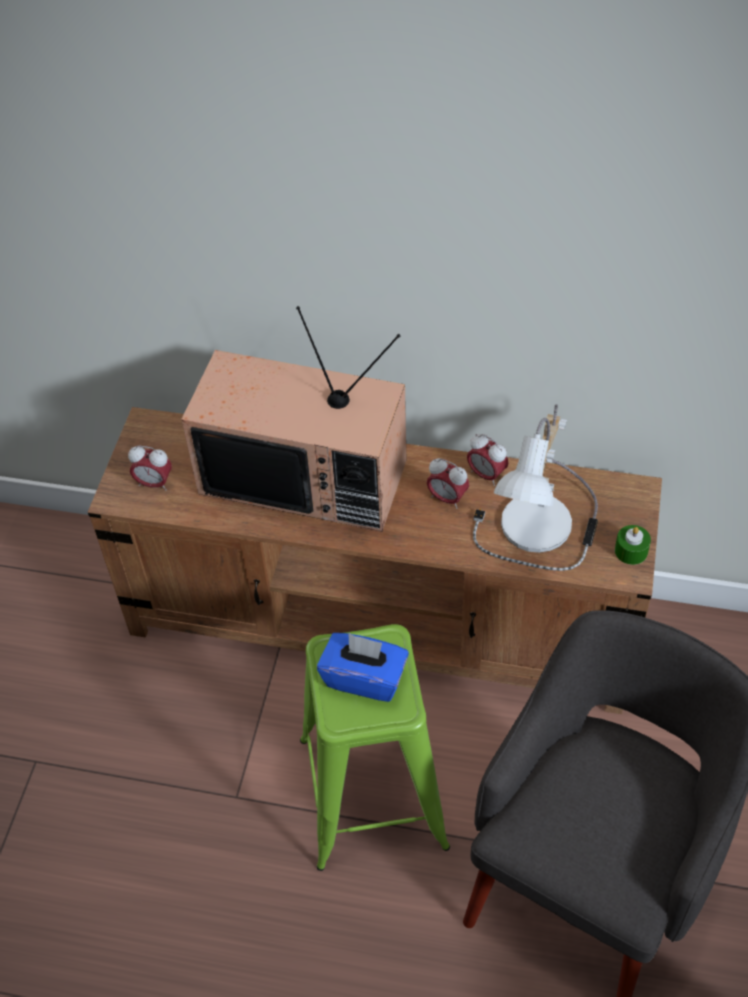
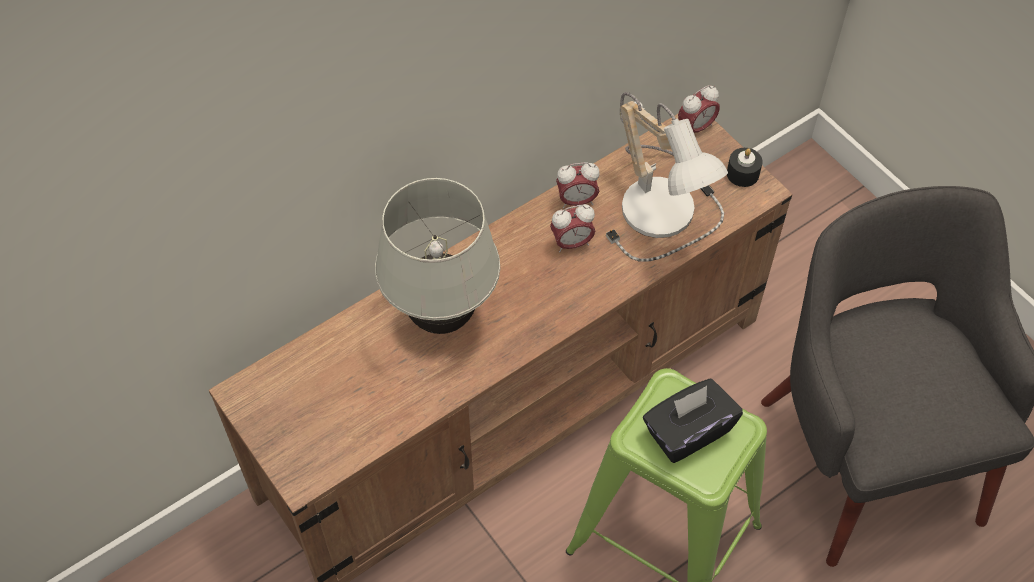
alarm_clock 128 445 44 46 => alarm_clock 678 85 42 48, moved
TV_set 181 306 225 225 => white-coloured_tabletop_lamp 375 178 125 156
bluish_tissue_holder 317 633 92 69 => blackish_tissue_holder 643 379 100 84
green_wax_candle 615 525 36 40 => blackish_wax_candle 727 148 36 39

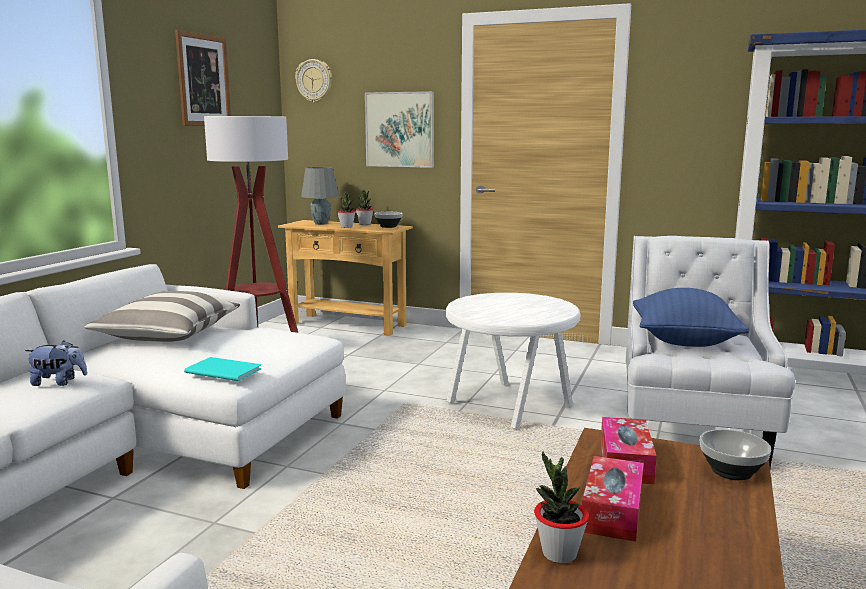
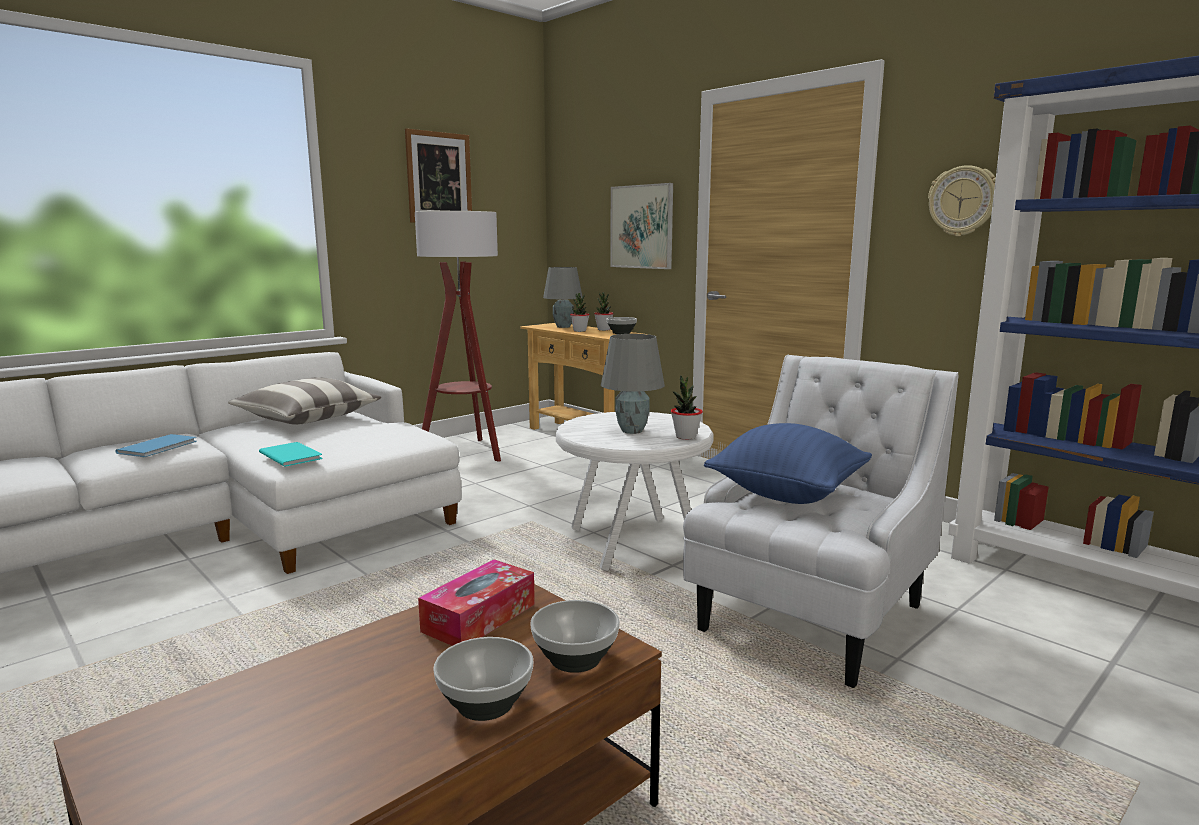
cuddly_toy 25 340 62 46 => bluish_volume 115 434 82 23
wall_clock 295 59 37 44 => wall_clock 928 165 68 71, moved
potted_plant 534 451 55 112 => potted_plant 671 375 32 65, moved
tissue_holder 582 456 62 86 => nothing
nothing => serving_bowl 433 637 100 84
nothing => gray_tabletop_lamp 601 334 64 100

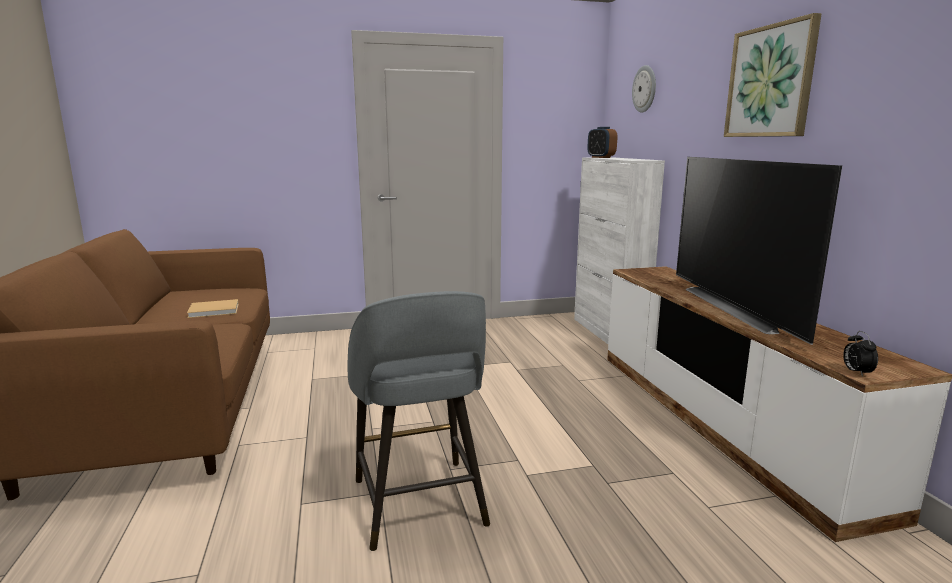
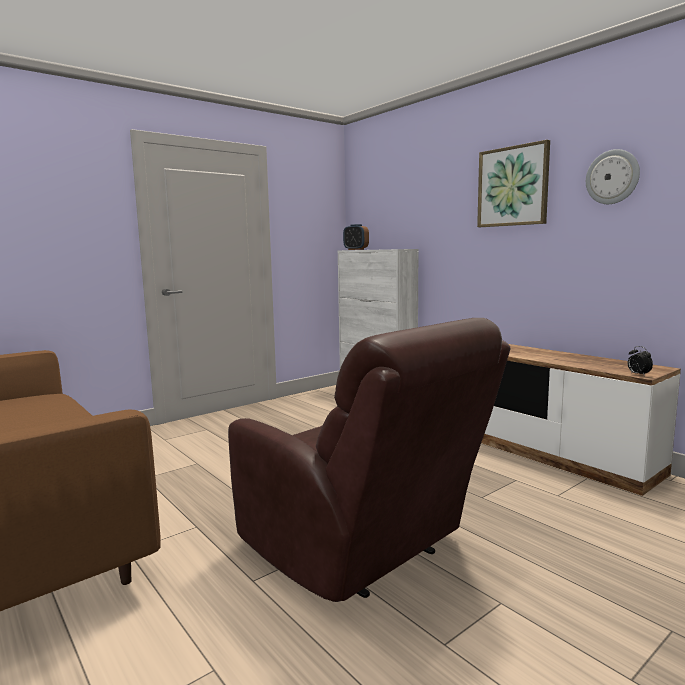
sand-coloured_volume 187 299 52 19 => nothing
gray_sitting_stool 348 291 142 260 => brown_armchair 228 318 283 284
wall_clock 632 65 24 48 => wall_clock 586 149 54 55, moved
TV_set 676 157 166 188 => nothing

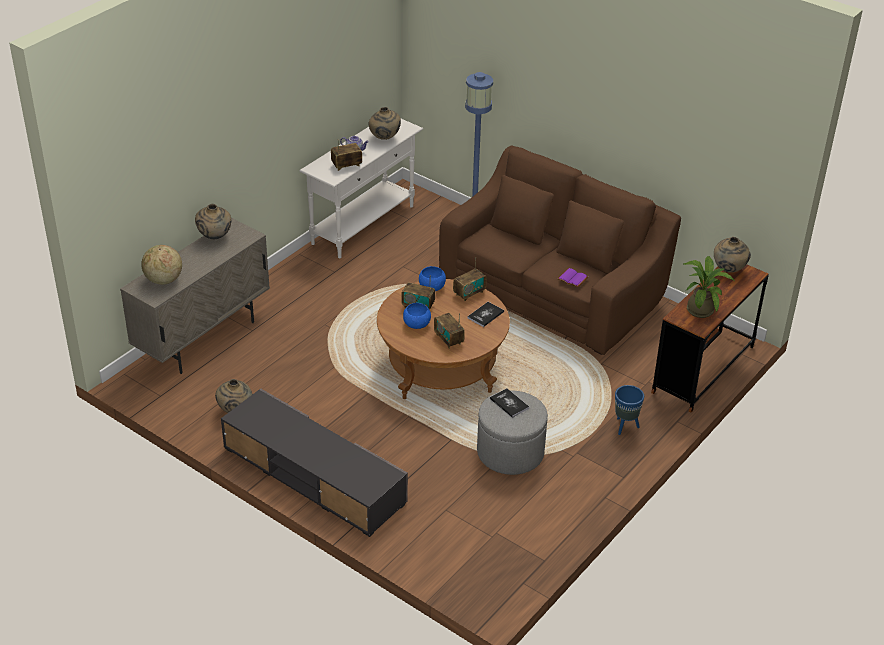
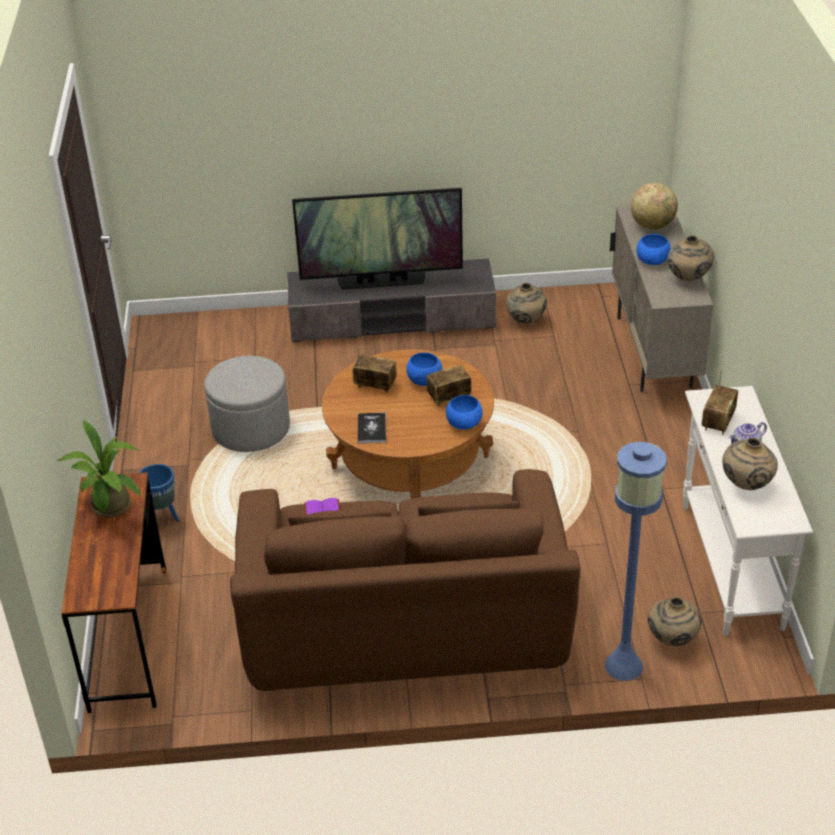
radio_receiver 453 257 34 45 => nothing
volume 490 388 39 30 => nothing
sand-coloured_flower_vase 714 237 37 36 => sand-coloured_flower_vase 648 597 54 49, moved
nothing => TV_set 292 188 171 102
nothing => bluish_serving_bowl 637 234 34 31

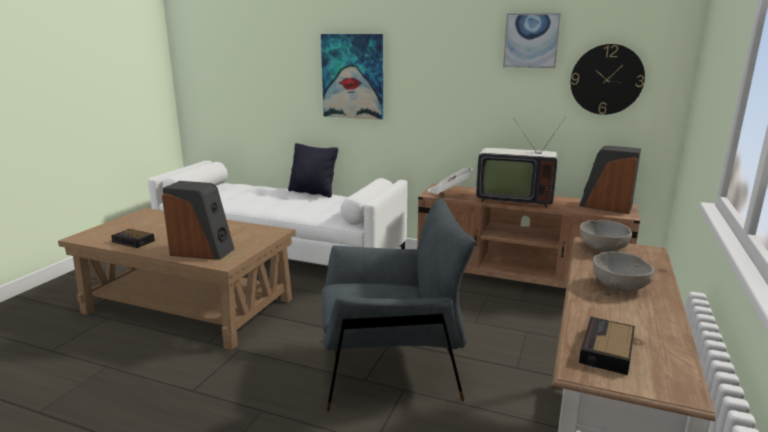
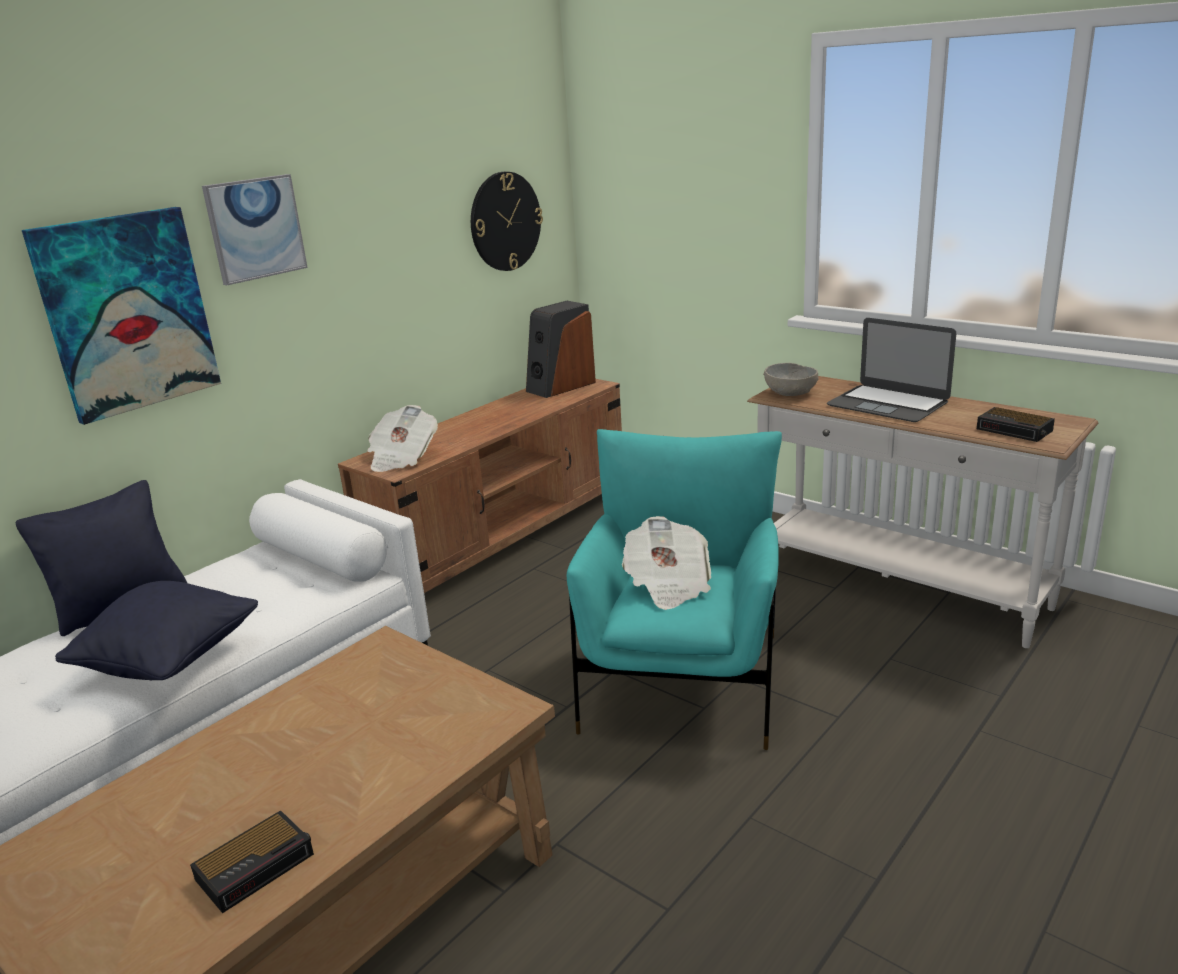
audio_speaker 162 181 72 79 => nothing
gray_armchair 322 198 154 213 => turquoise_armchair 567 429 215 321
TV_set 476 116 90 92 => nothing
picture 503 13 58 55 => picture 202 174 106 111, moved
gray_serving_bowl 593 252 61 40 => portable_computer 827 318 129 104
nothing => blackish_throw_pillow 55 581 203 99
nothing => daily_paper 622 516 89 94

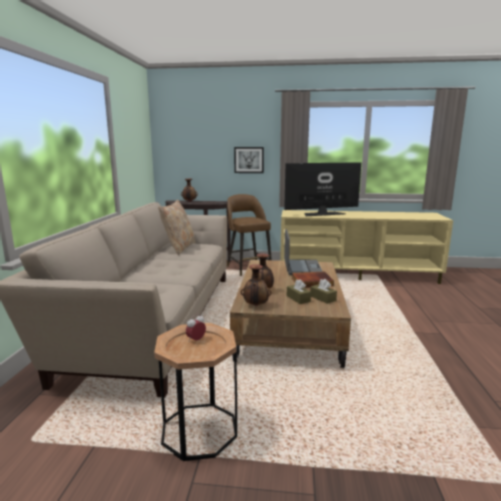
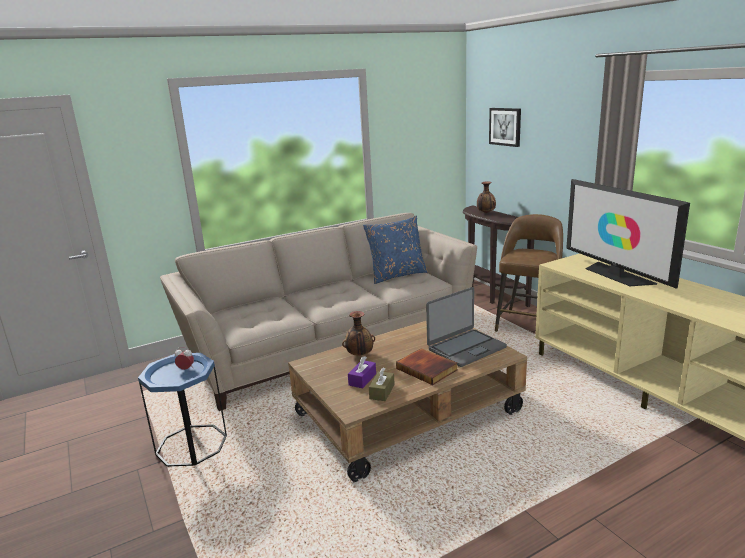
brown_accent_table 154 323 83 138 => bluish_accent_table 138 353 89 114
sand-coloured_throw_pillow 158 200 38 55 => bluish_throw_pillow 363 216 65 68
picture 234 147 30 26 => picture 489 108 32 39, moved
flower_vase 241 264 30 42 => nothing
TV_set 284 162 77 54 => TV_set 566 179 124 110, 150 degrees counterclockwise
brown_tissue_holder 287 279 24 25 => purple-coloured_tissue_holder 348 356 28 33

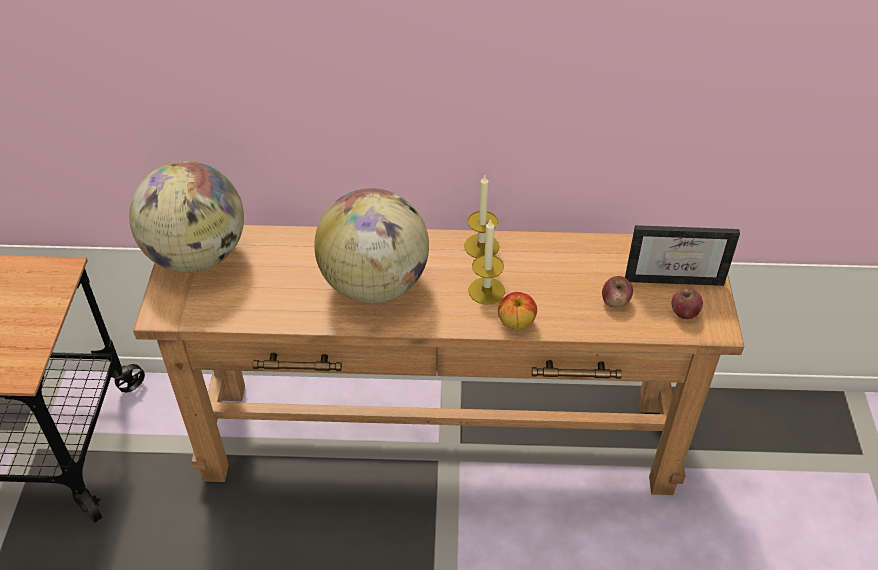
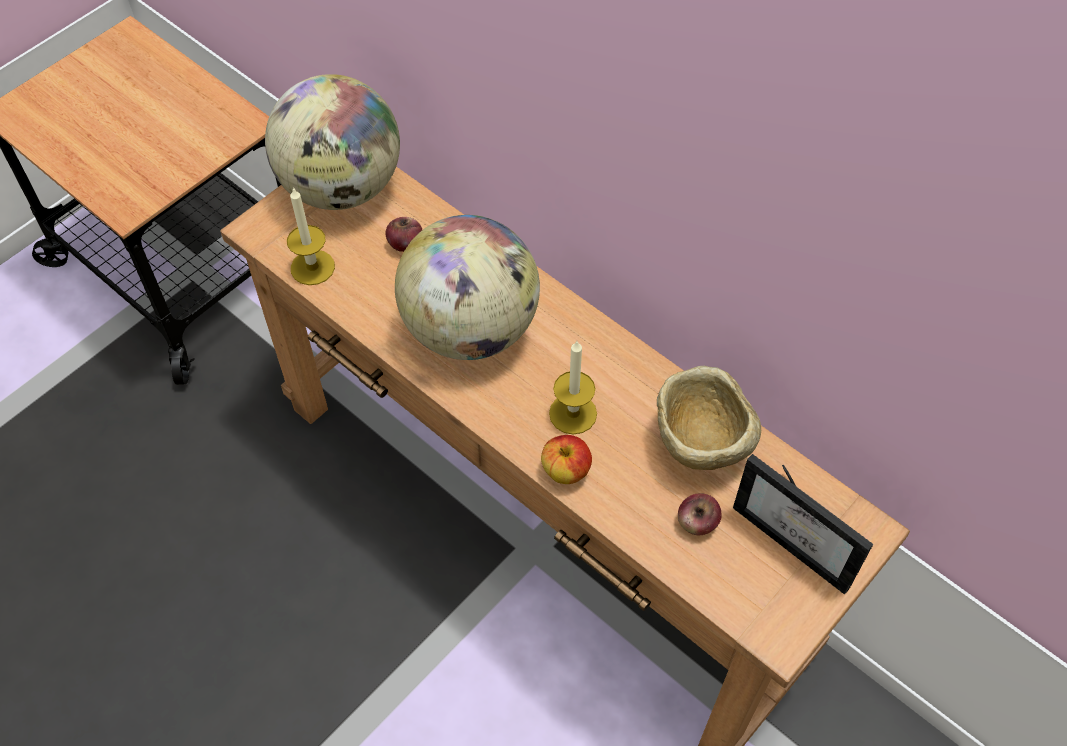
wax_candle 464 175 35 83 => wax_candle 287 187 48 98, moved
apple 672 289 31 30 => apple 386 217 36 35, moved
nothing => sand-coloured_serving_bowl 657 366 104 104

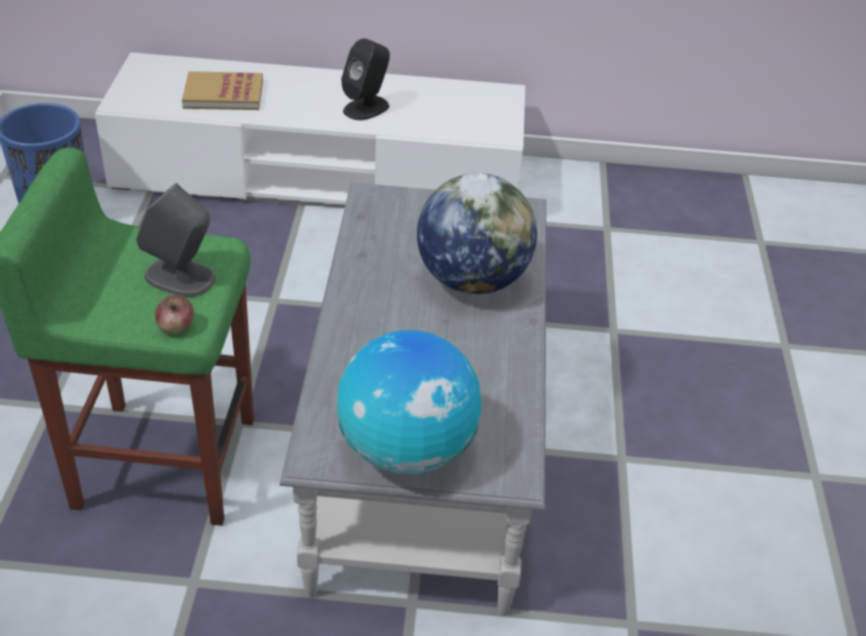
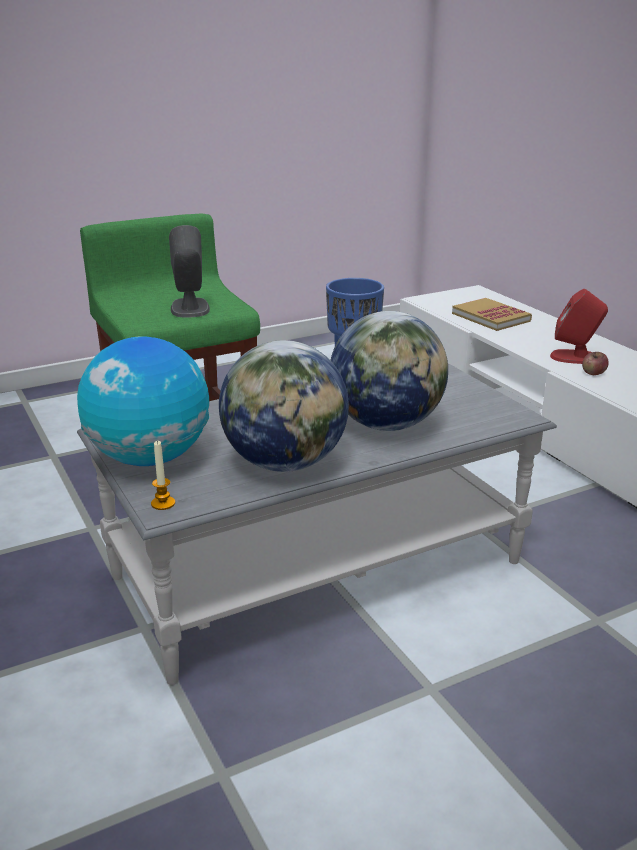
apple 155 295 39 39 => apple 582 352 27 23, moved
blackish_audio_speaker 341 38 49 82 => reddish_audio_speaker 550 289 58 75
nothing => wax_candle 151 441 24 69
nothing => desk_globe 219 340 130 132

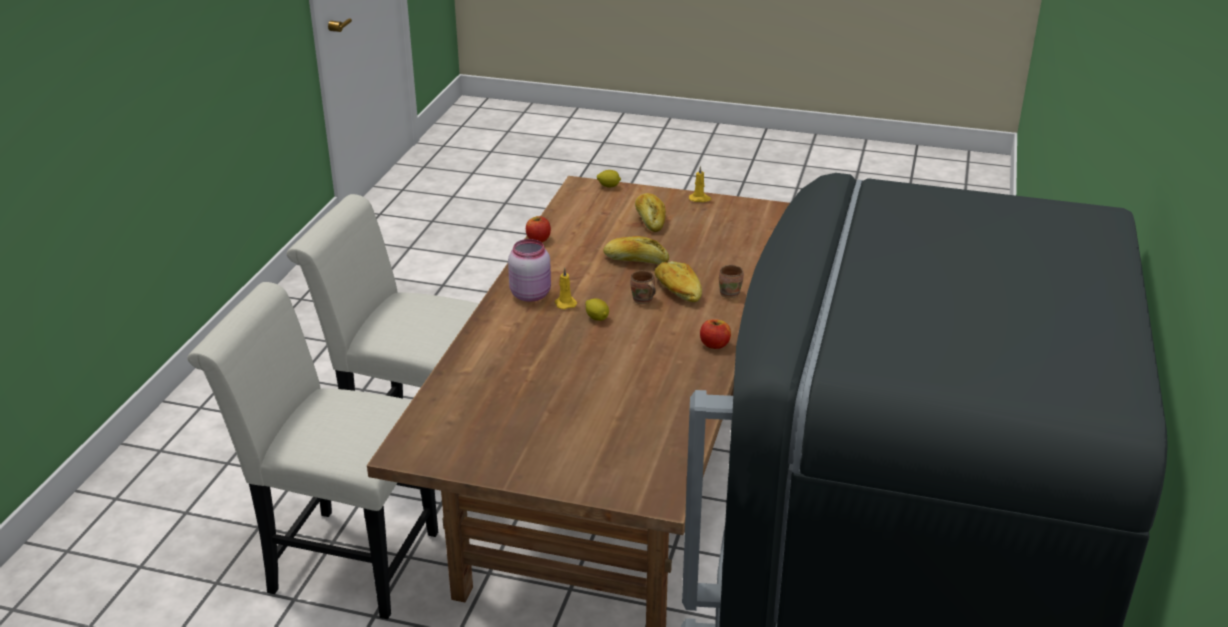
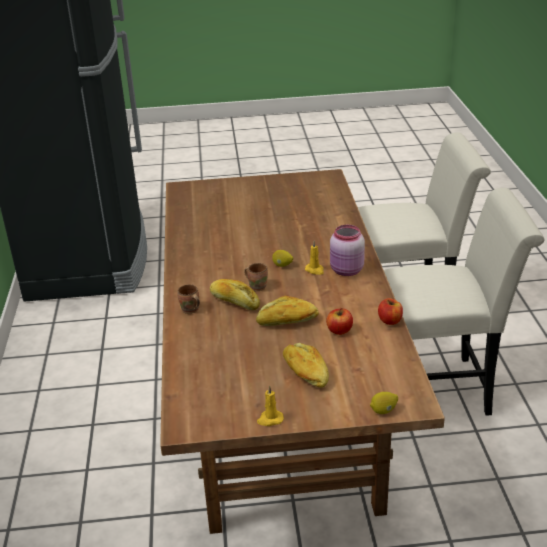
apple 700 319 31 30 => apple 326 308 27 27, moved

